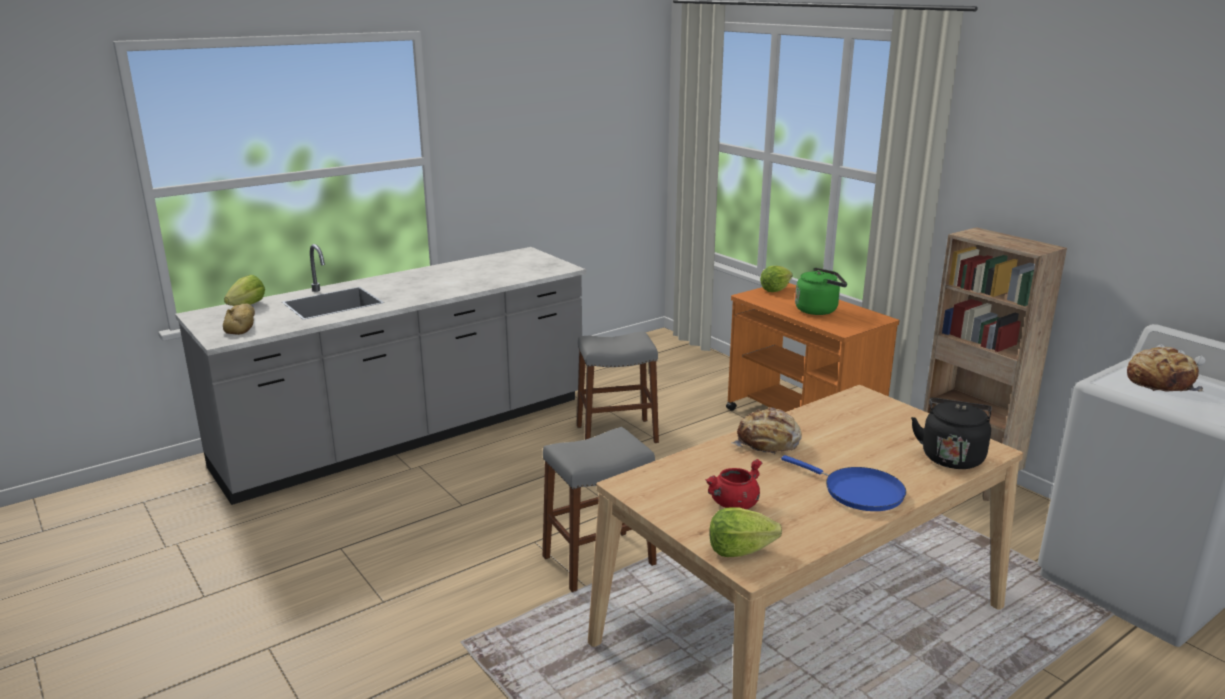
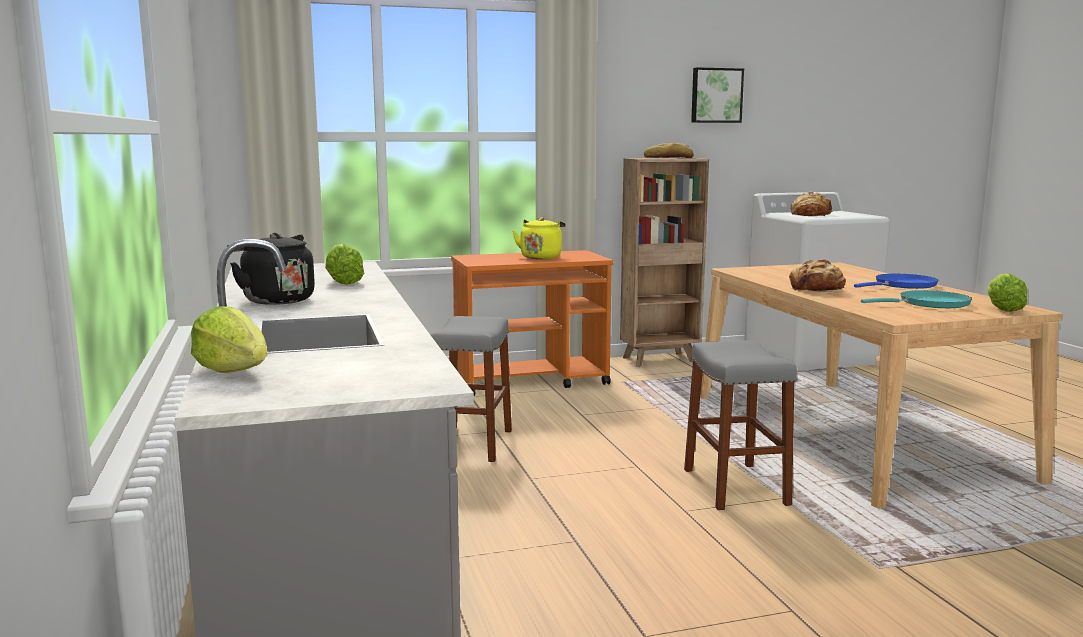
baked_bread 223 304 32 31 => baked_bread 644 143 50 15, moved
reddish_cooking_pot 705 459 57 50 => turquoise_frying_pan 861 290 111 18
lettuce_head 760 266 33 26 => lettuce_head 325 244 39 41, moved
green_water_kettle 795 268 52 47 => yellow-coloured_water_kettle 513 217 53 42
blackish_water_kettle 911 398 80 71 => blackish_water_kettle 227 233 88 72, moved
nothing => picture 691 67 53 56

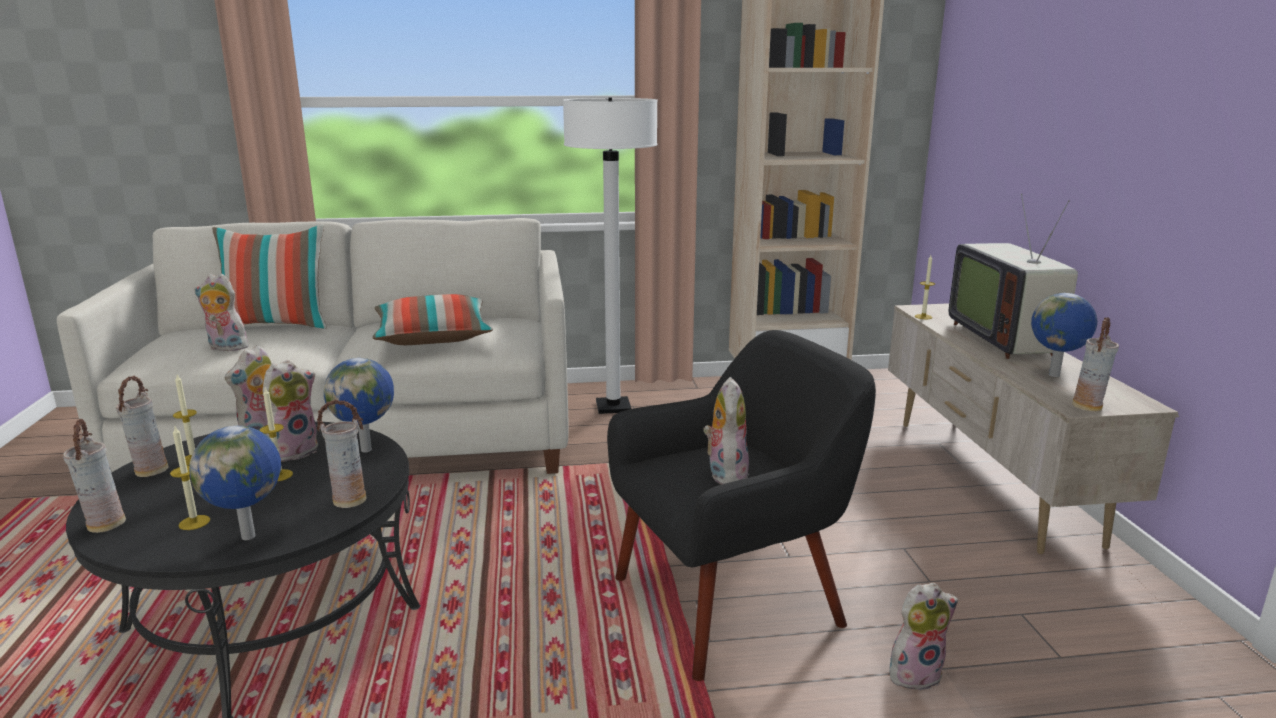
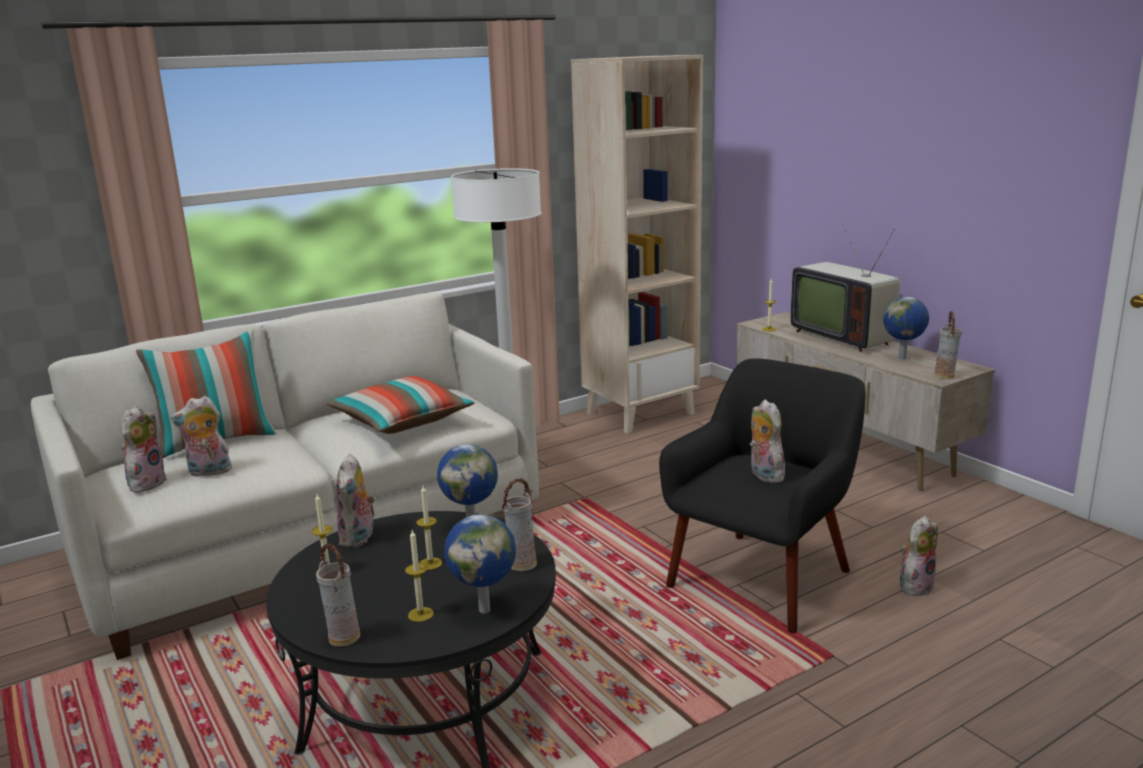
flower_vase 116 376 53 101 => nothing
cuddly_toy 263 360 55 102 => cuddly_toy 121 406 47 87, moved

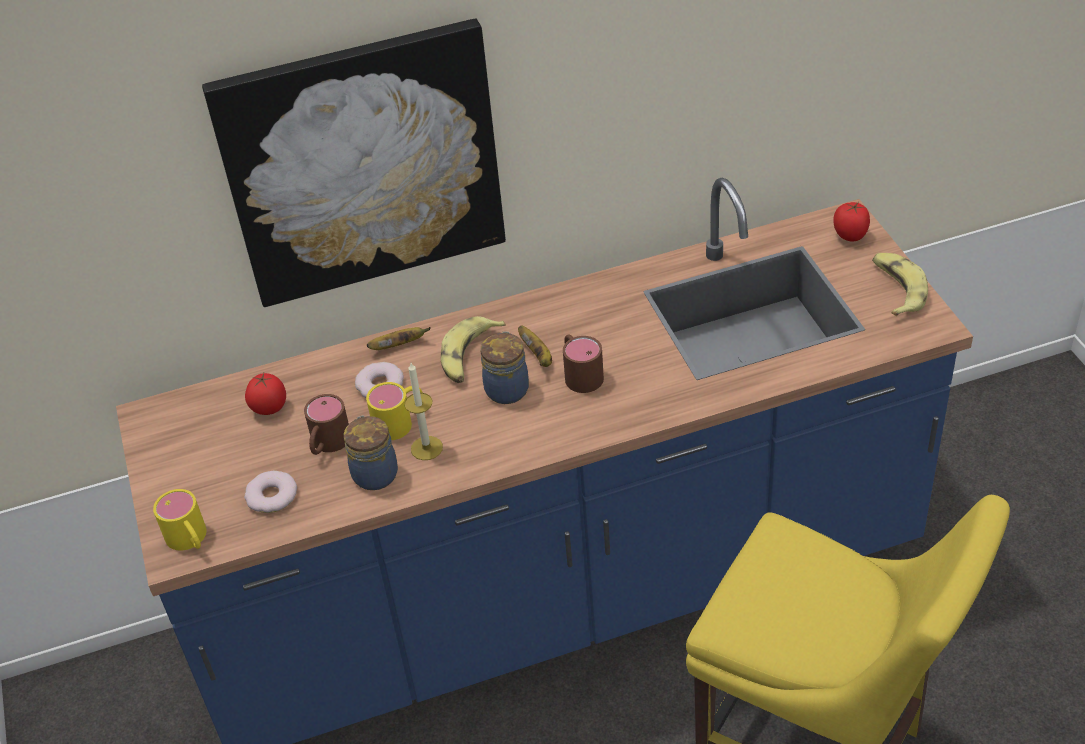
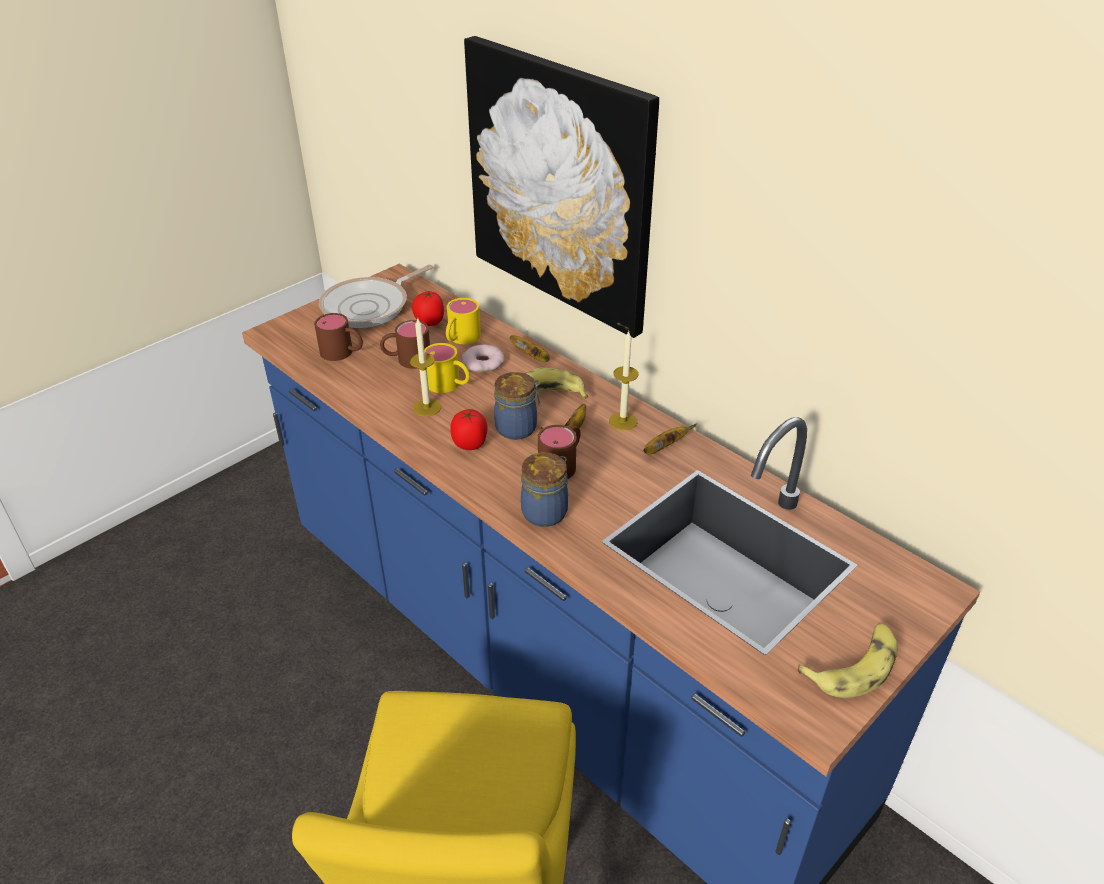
yellow-coloured_mug 153 489 54 62 => yellow-coloured_mug 446 298 35 46, moved
ring_doughnut 244 471 53 42 => brown_mug 314 313 49 48
storage_jar 344 415 54 75 => storage_jar 521 452 47 75, moved
tomato 833 202 37 39 => tomato 450 409 37 41, moved
nothing => frying_pan 319 265 114 63
nothing => wax_candle 609 330 30 100
nothing => whole_banana 643 423 54 31

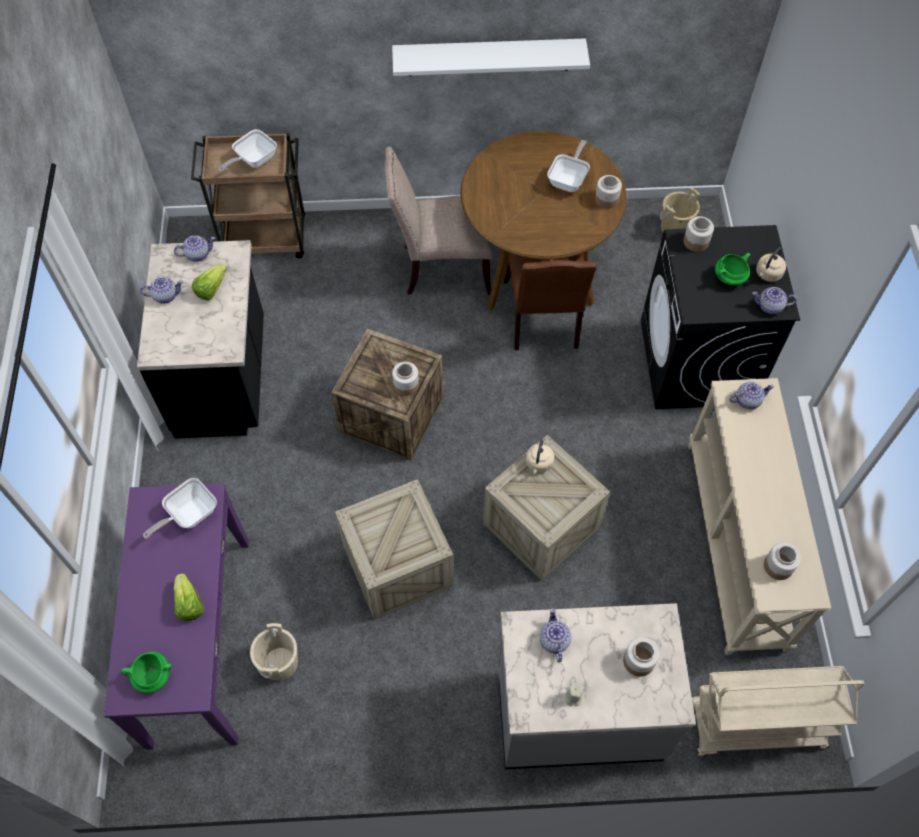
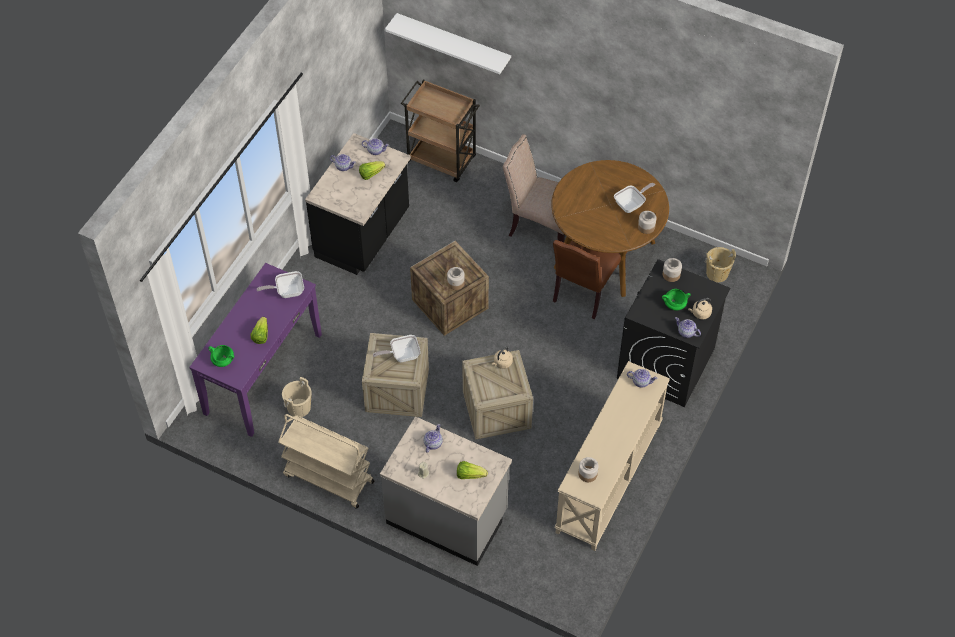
frying_pan 219 129 58 43 => frying_pan 373 335 48 27, moved
white-coloured_bracket_shelf 392 38 198 38 => white-coloured_bracket_shelf 385 13 126 61, moved
storage_jar 623 637 36 40 => lettuce_head 457 461 31 18
sand-coloured_wheeled_cart 692 666 173 91 => sand-coloured_wheeled_cart 278 414 96 95, moved

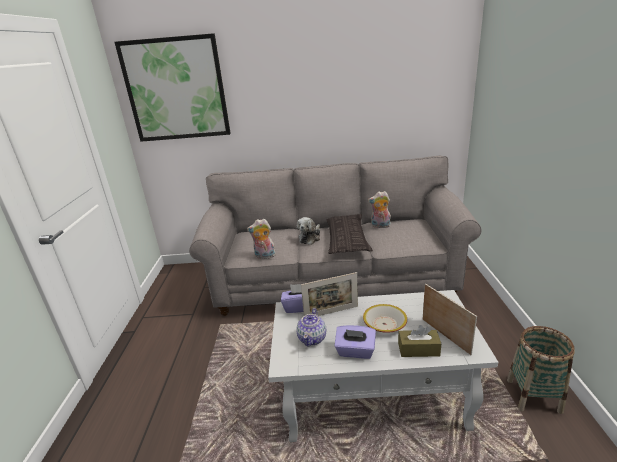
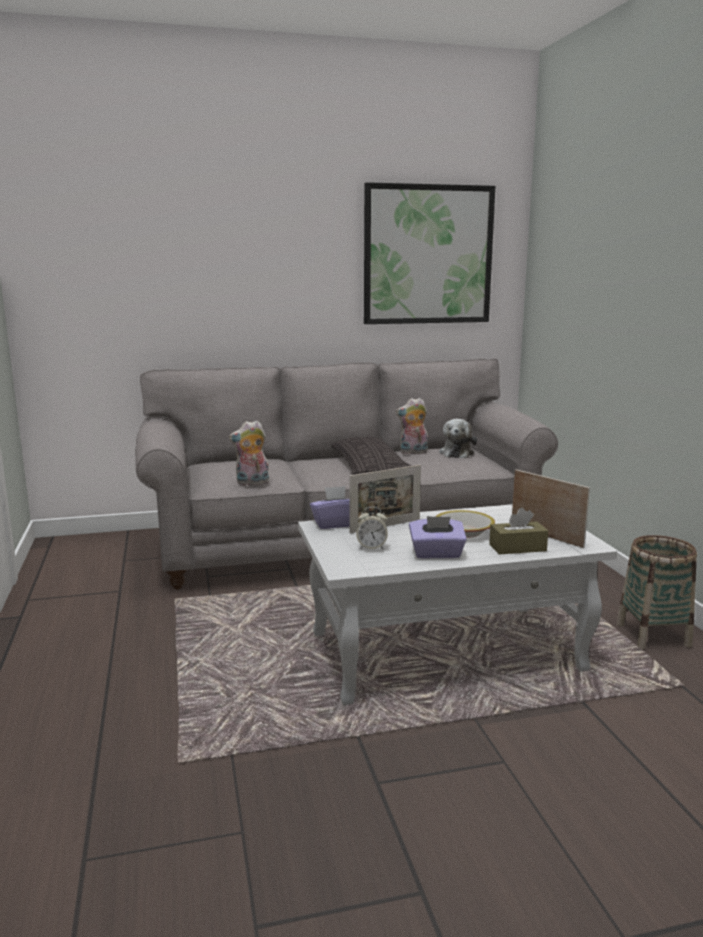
picture 115 33 116 109 => picture 364 182 131 142, moved
pot_for_tea 296 308 30 39 => alarm_clock 356 507 32 42
cuddly_toy 297 217 23 28 => cuddly_toy 439 419 38 39, moved

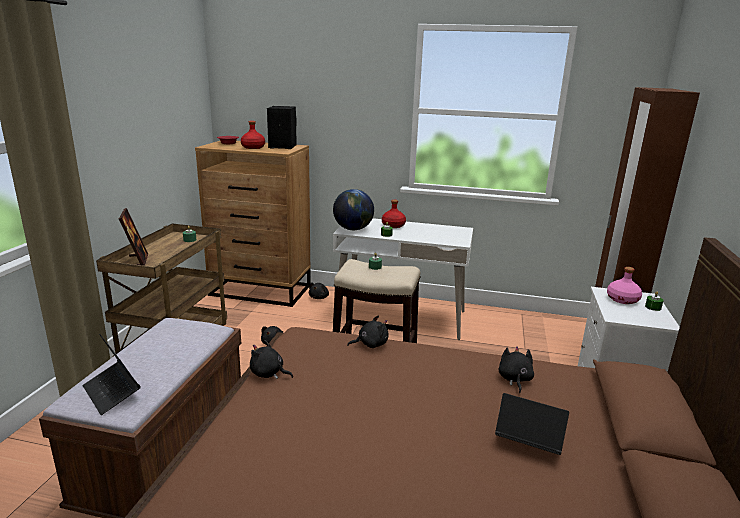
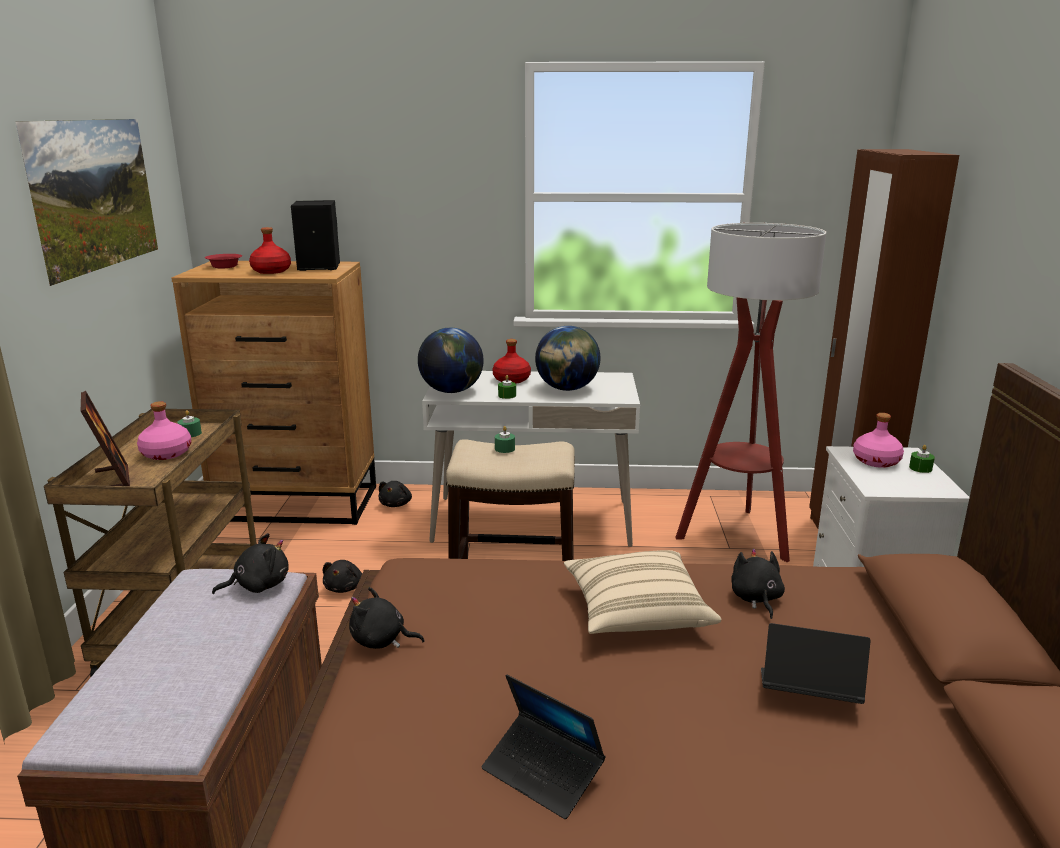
portable_computer 83 334 58 81 => portable_computer 482 674 124 145, moved
blackish_cuddly_toy 347 315 42 33 => blackish_cuddly_toy 212 533 77 61, moved
nothing => picture 15 119 143 167
nothing => pinkish_bottle 137 401 54 59
nothing => desk_globe 535 326 65 65
nothing => sand-coloured_throw_pillow 564 550 158 84
nothing => floor_lamp 675 223 151 339

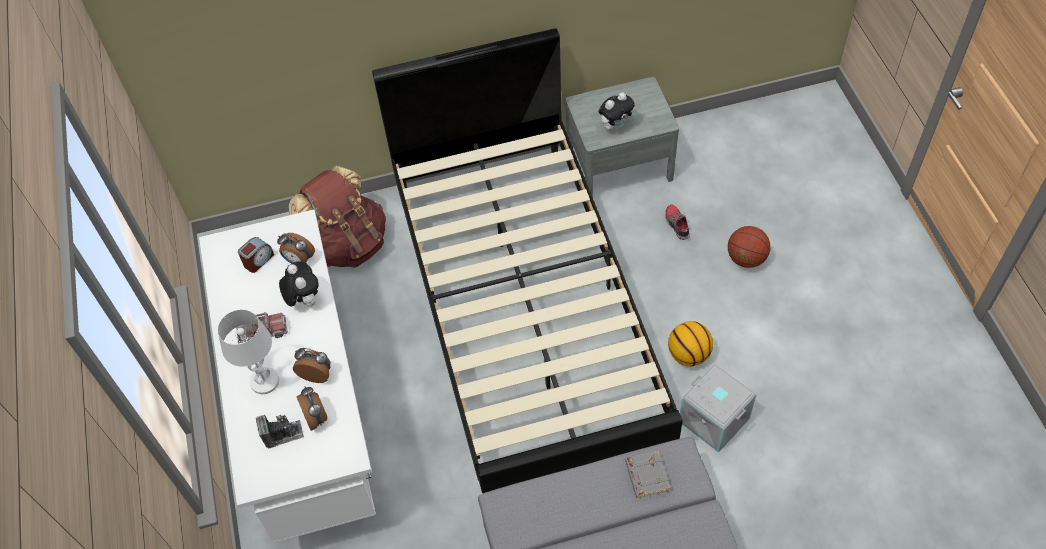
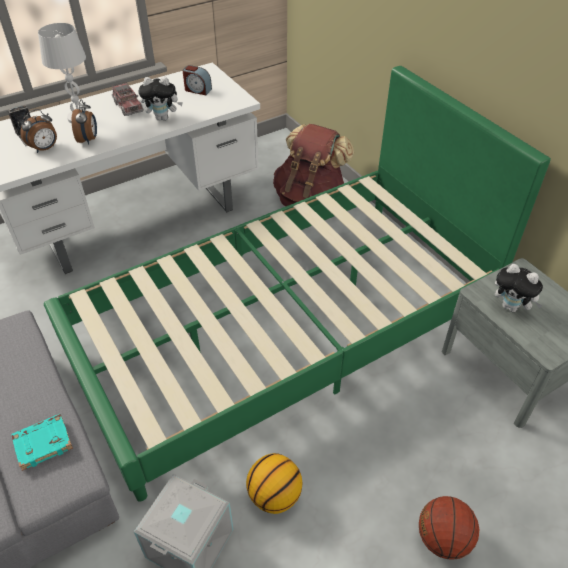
alarm_clock 277 233 38 31 => nothing
cuddly_toy 279 261 40 46 => cuddly_toy 139 77 44 44, 45 degrees clockwise
blackish_sleeping_bed 372 28 311 465 => green_sleeping_bed 44 66 507 436
gray_volume 625 451 45 47 => turquoise_volume 11 414 62 57
low_shoe 665 205 25 35 => nothing

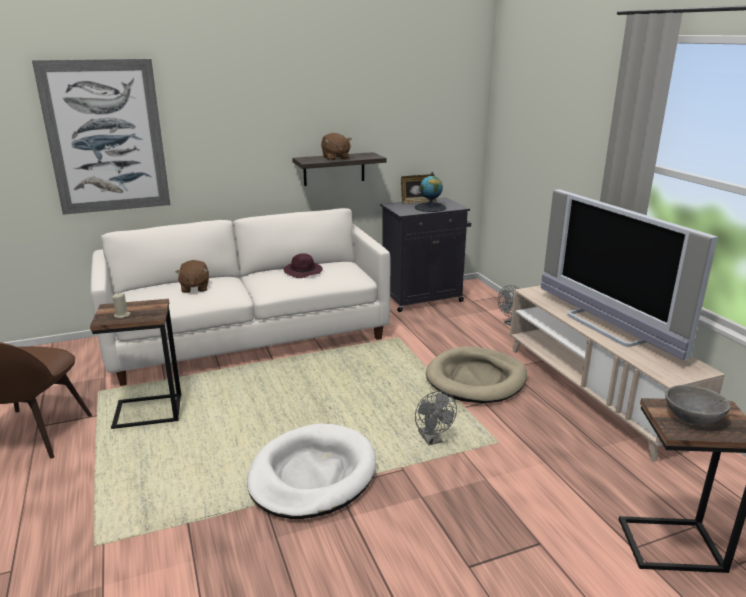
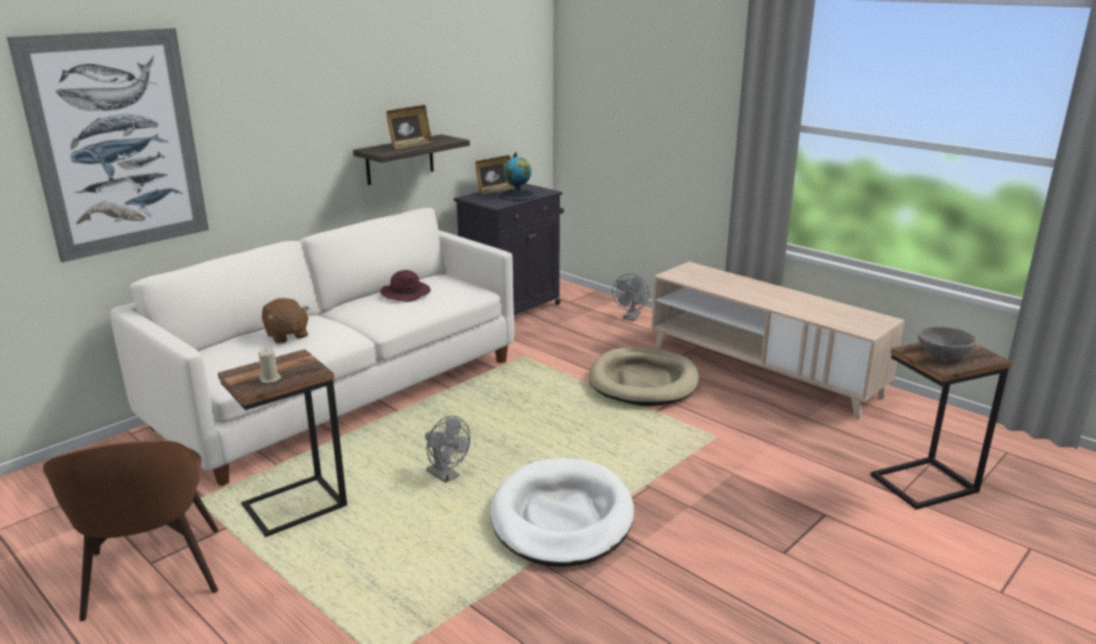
brown_cuddly_toy 321 133 31 28 => photo_frame 386 105 47 44
gray_electric_fan 415 391 42 54 => gray_electric_fan 425 416 45 67, moved
TV_set 541 189 177 171 => nothing

